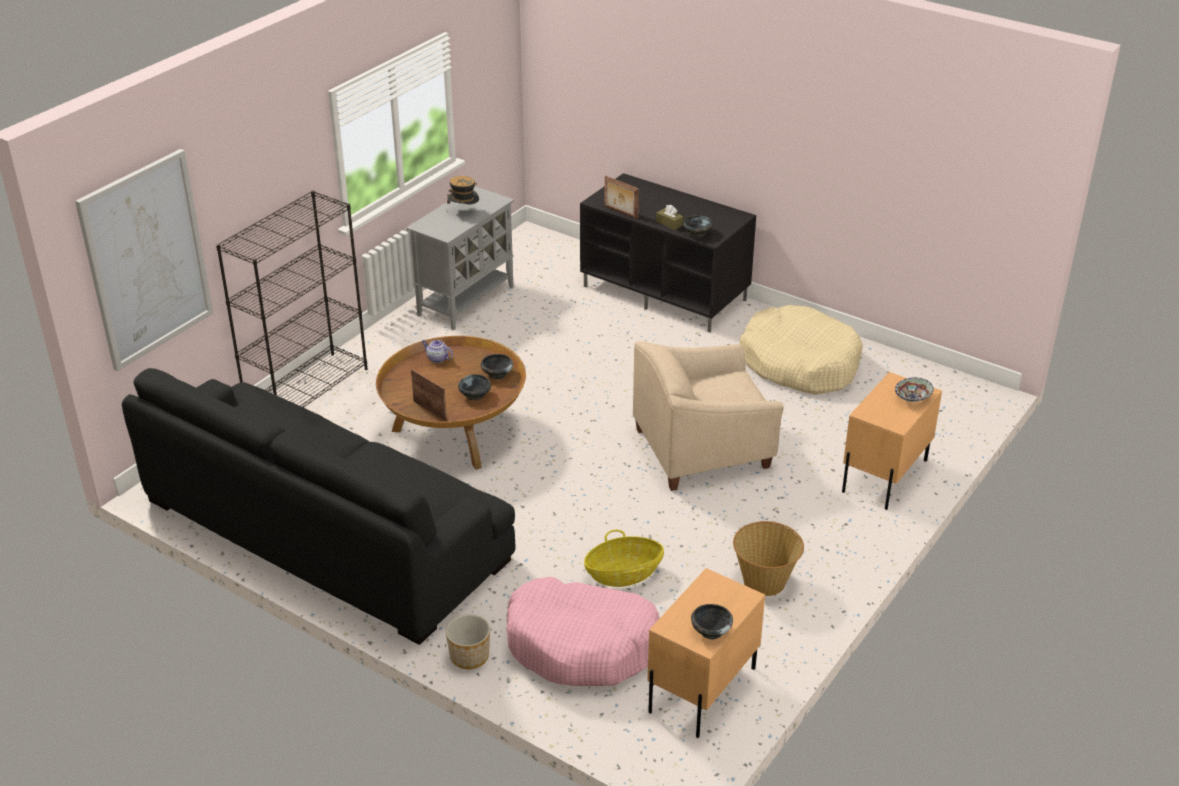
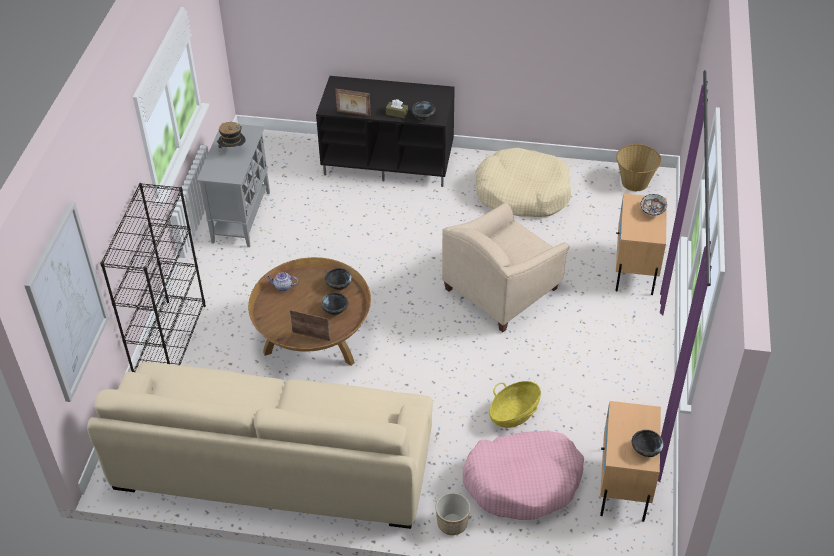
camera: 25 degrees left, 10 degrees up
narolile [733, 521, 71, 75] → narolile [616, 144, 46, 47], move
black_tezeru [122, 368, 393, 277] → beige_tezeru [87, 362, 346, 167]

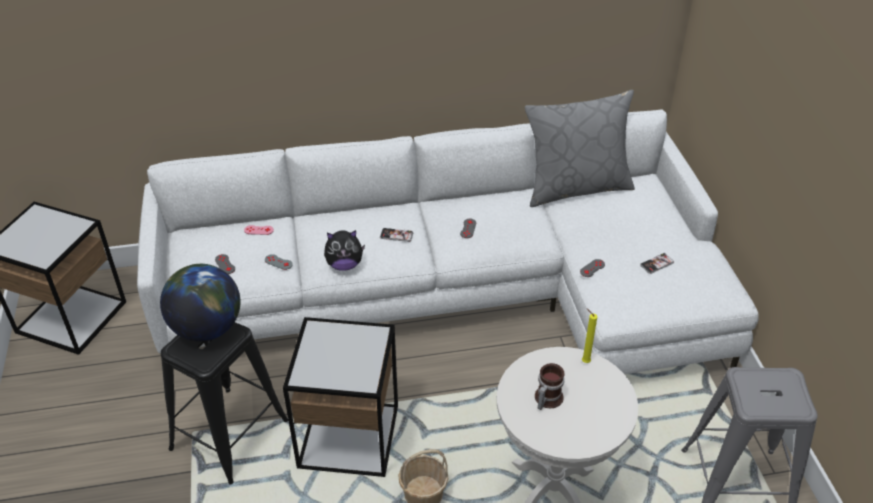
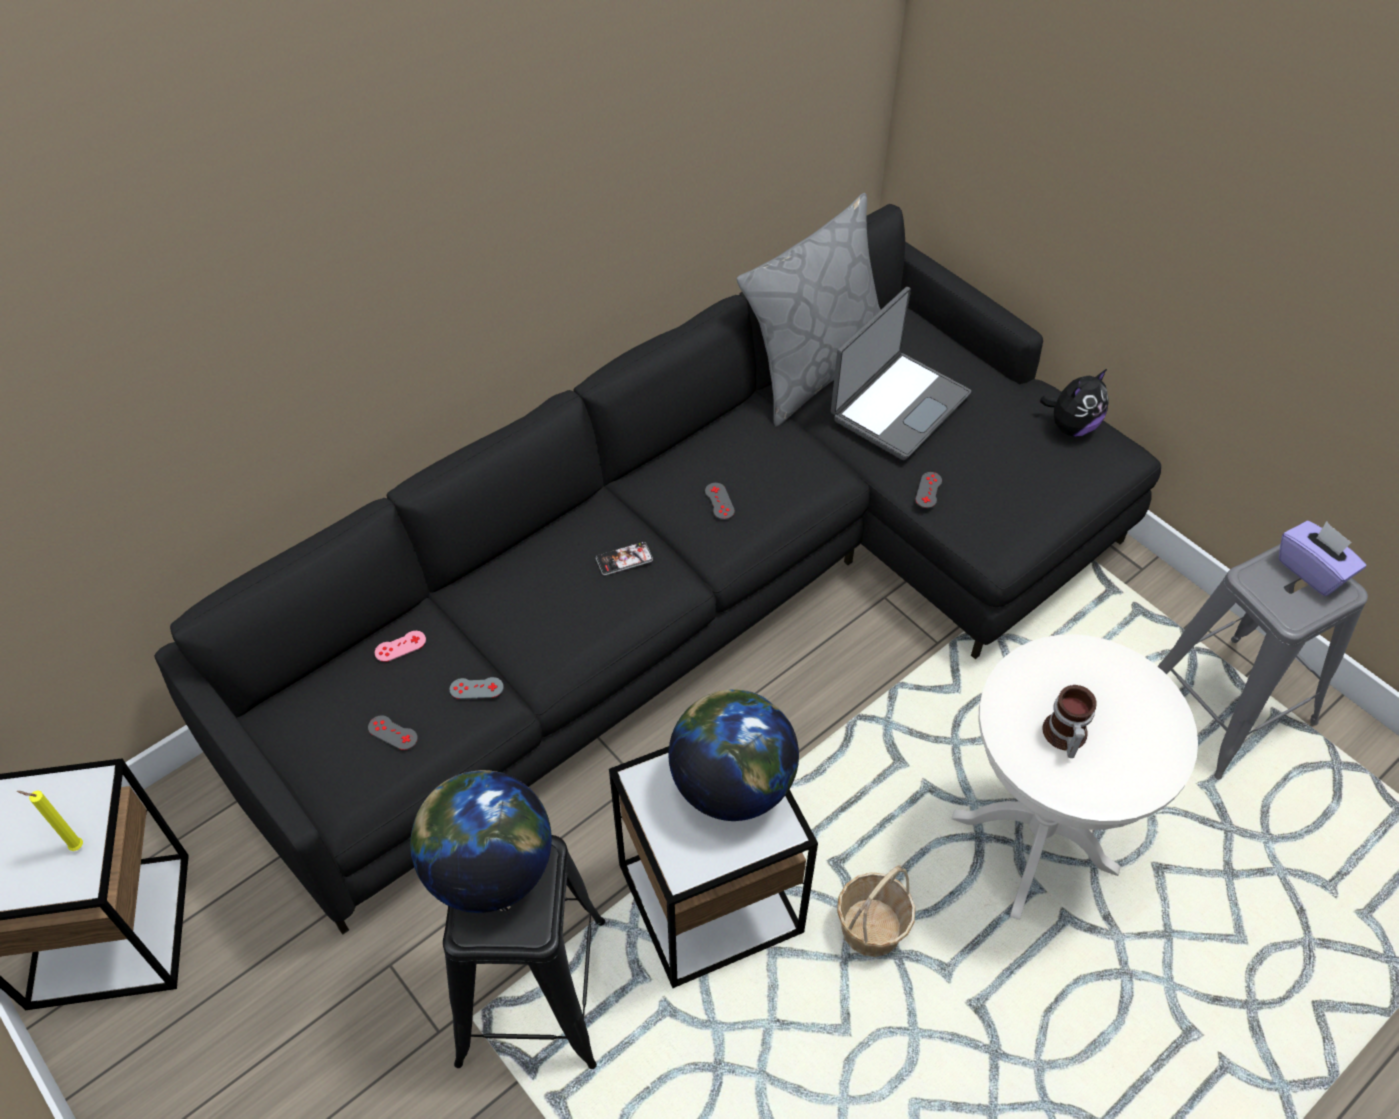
camera: 30 degrees left, 10 degrees up
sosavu [640, 253, 34, 21] → -
- → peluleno [668, 689, 131, 132]
- → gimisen [831, 287, 140, 173]
- → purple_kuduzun [1279, 520, 87, 76]
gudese [324, 230, 41, 41] → gudese [1040, 369, 69, 68], move
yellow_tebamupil [582, 308, 16, 55] → yellow_tebamupil [17, 791, 66, 60], move
white_tezeru [137, 110, 622, 264] → black_tezeru [154, 204, 1007, 730]

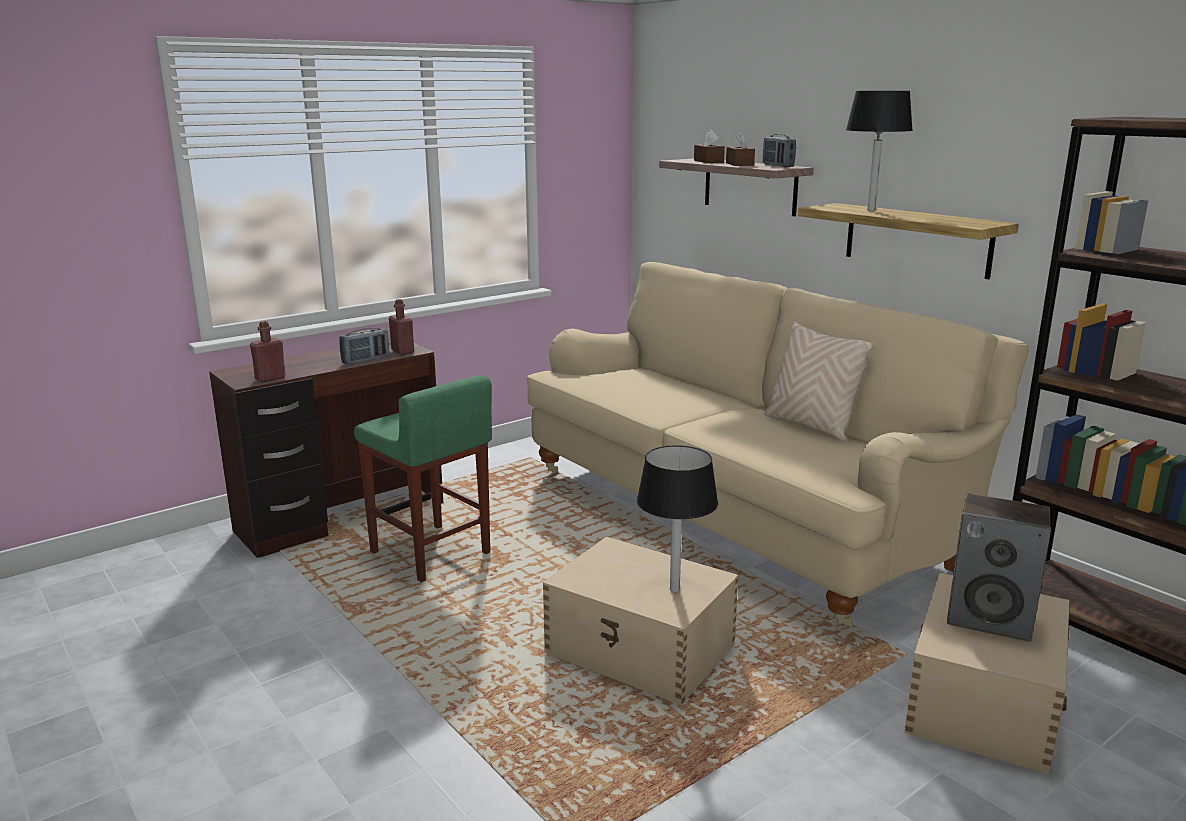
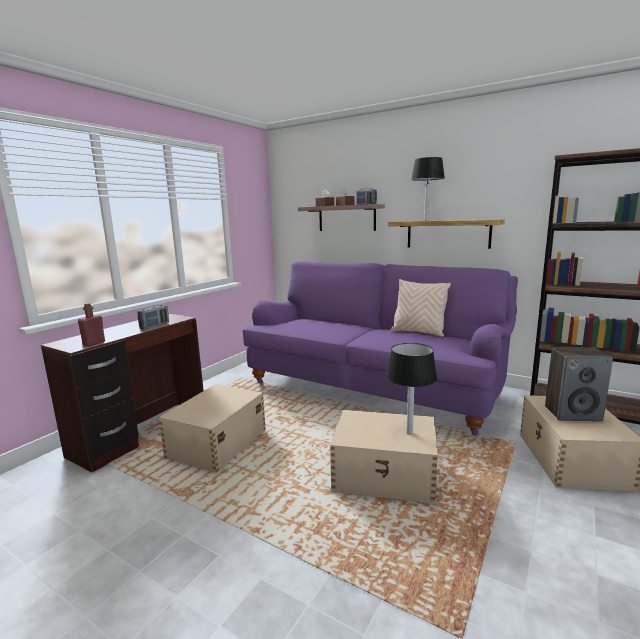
camera: 20 degrees left, 5 degrees down
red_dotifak [389, 299, 25, 56] → -
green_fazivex [354, 375, 138, 207] → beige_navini [159, 384, 107, 89]
beige_tezeru [527, 262, 502, 365] → purple_tezeru [242, 262, 276, 173]

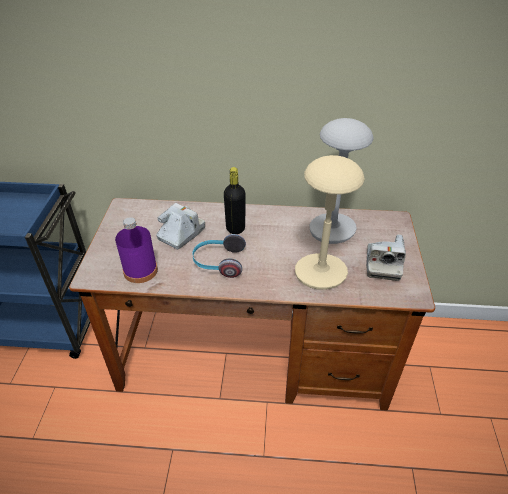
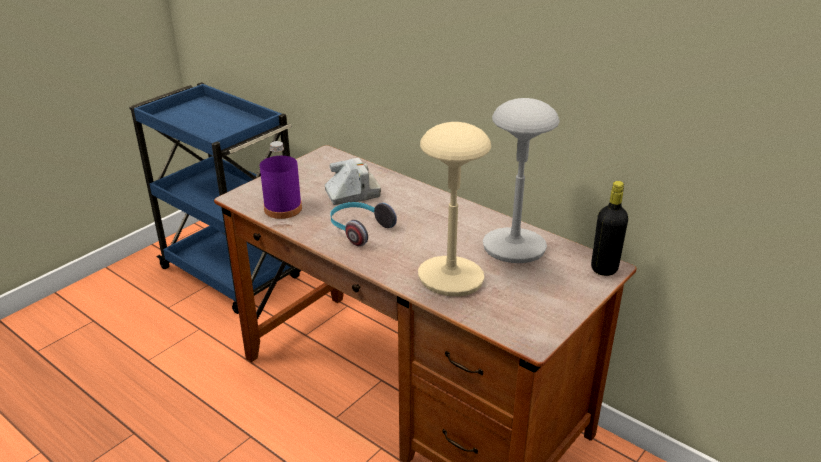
camera: 35 degrees right, 10 degrees down
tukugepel [366, 235, 40, 46] → -
black_dotifak [224, 167, 21, 67] → black_dotifak [591, 181, 37, 95], move

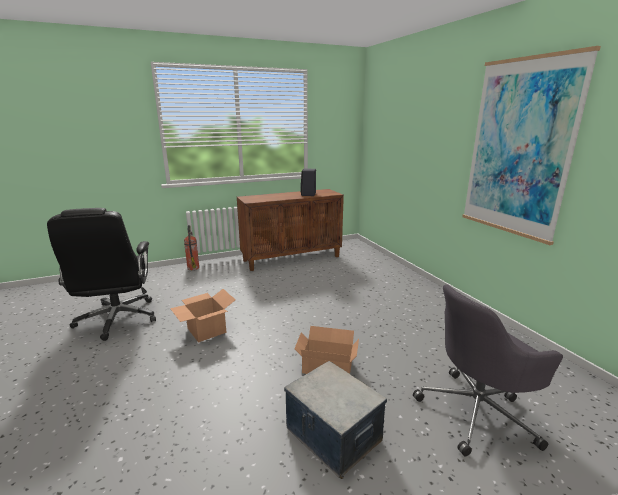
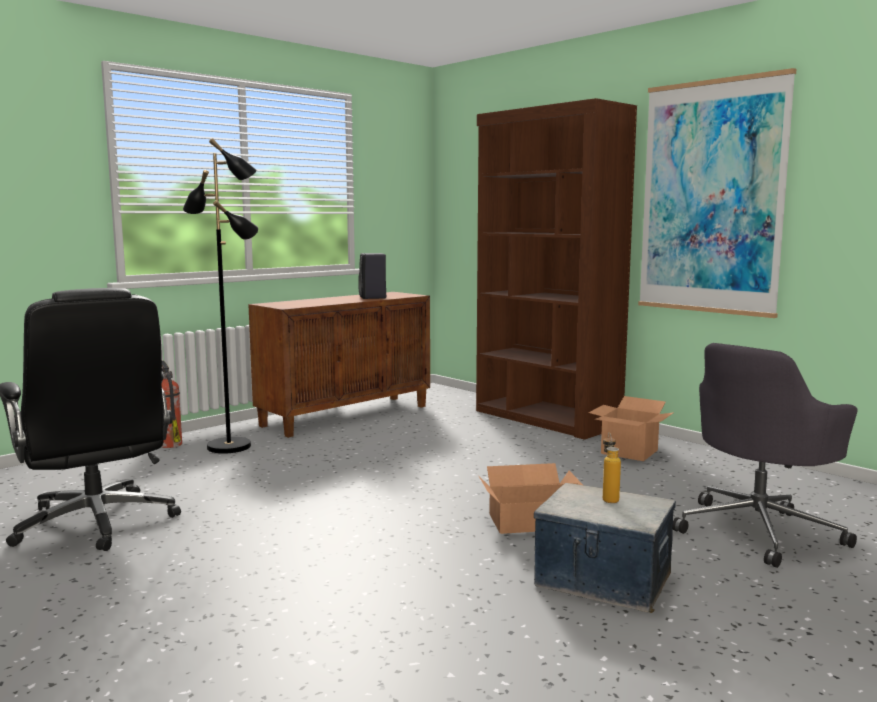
camera: 20 degrees left, 10 degrees down
- → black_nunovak [183, 138, 75, 316]
- → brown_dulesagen [476, 98, 161, 342]
- → dotifak [603, 432, 18, 71]
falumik [170, 289, 66, 54] → falumik [589, 396, 85, 65], move

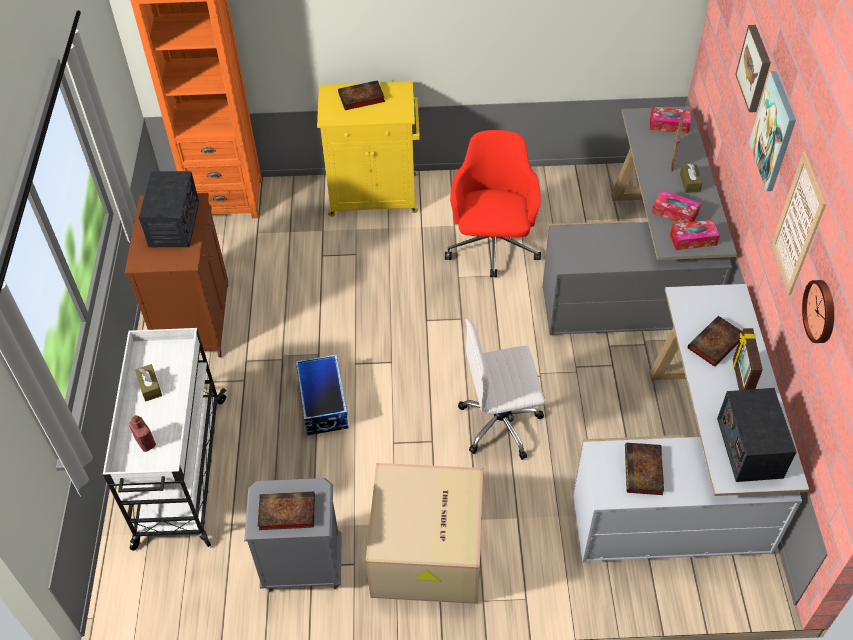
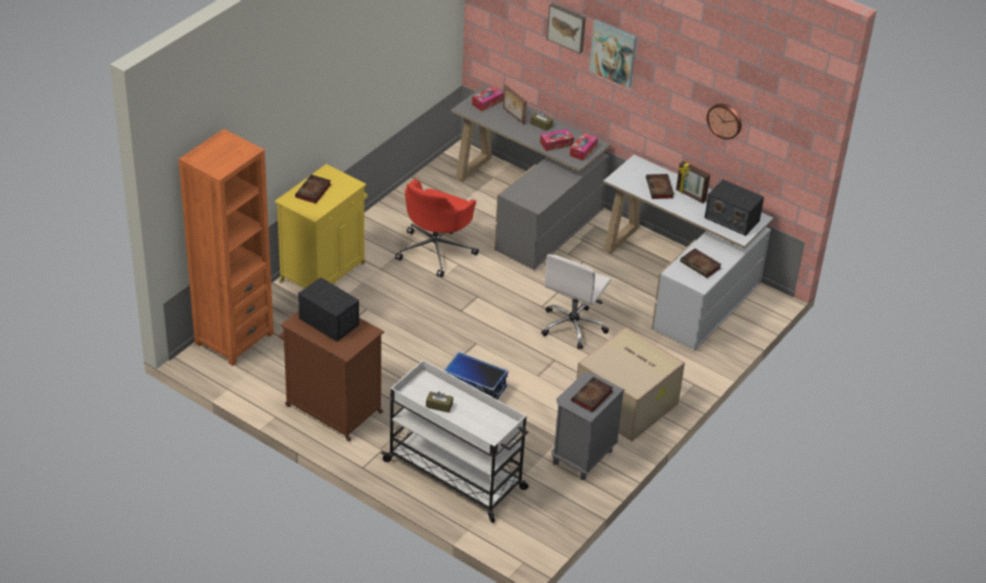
camera: 55 degrees left, 10 degrees down
red_dotifak [129, 415, 27, 37] → -
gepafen [771, 152, 55, 143] → -
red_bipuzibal [445, 130, 96, 148] → red_bipuzibal [395, 179, 84, 98], 105 degrees counterclockwise

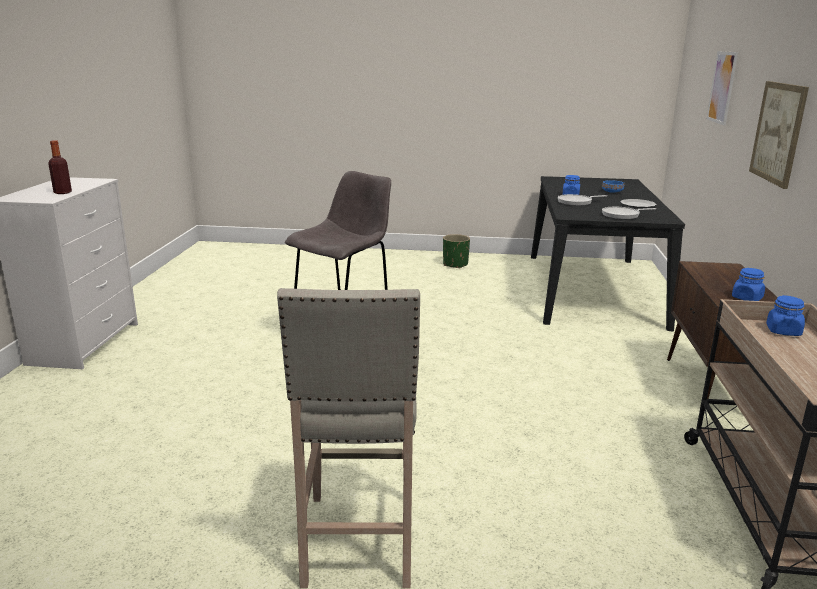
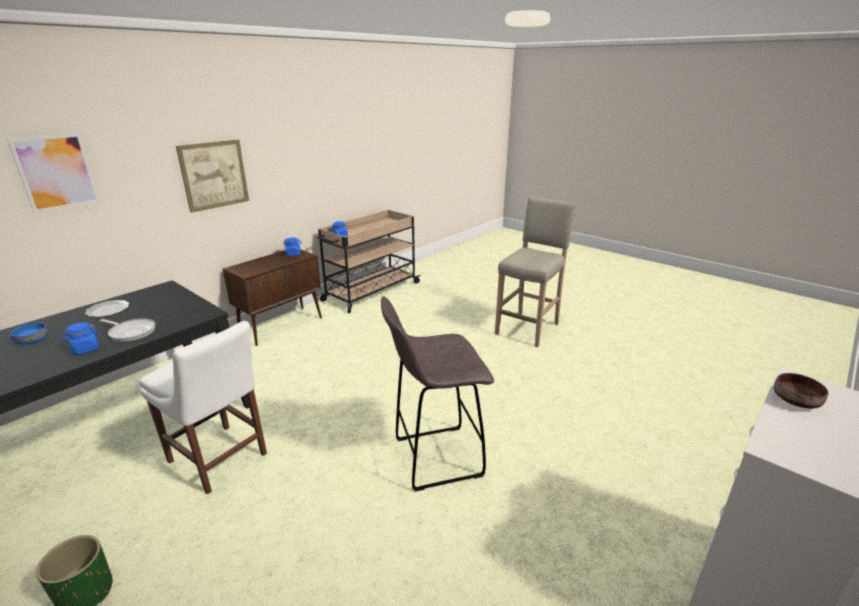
camera: 145 degrees left, 5 degrees up
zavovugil [602, 207, 54, 13] → -
- → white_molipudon [139, 321, 128, 174]
dotifak [48, 140, 24, 54] → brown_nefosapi [773, 373, 56, 36]

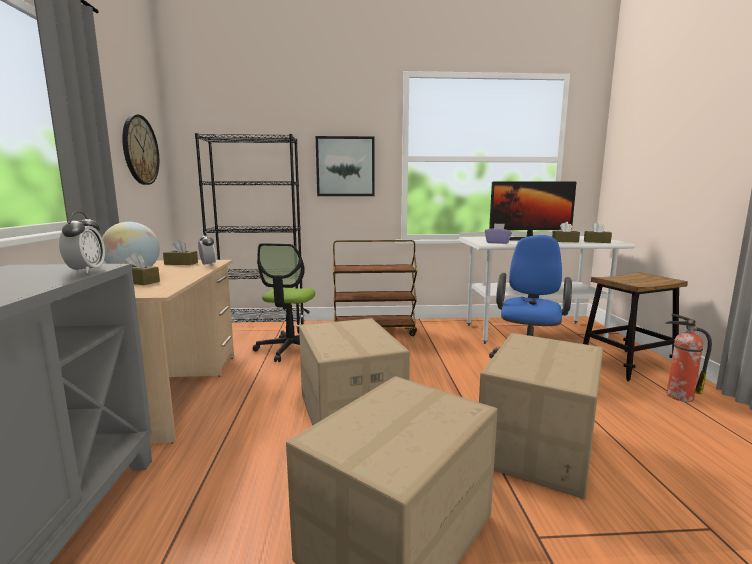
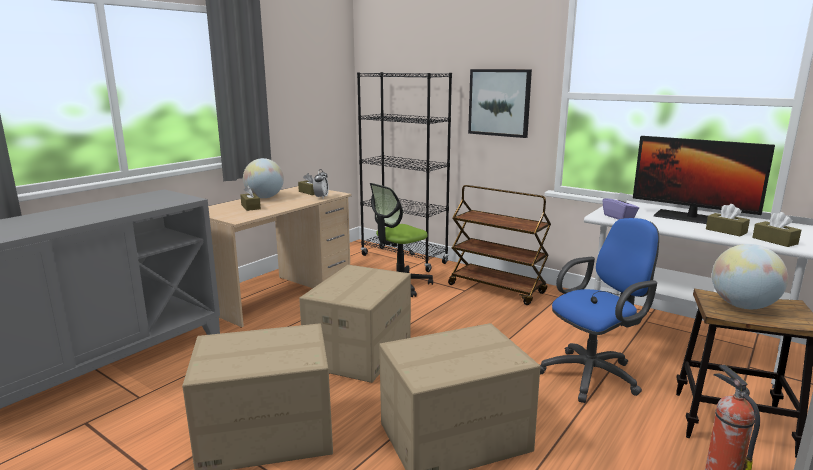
camera: 40 degrees right, 5 degrees up
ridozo [59, 211, 46, 62] → -
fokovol [122, 114, 37, 71] → -
- → peluleno [712, 244, 76, 65]

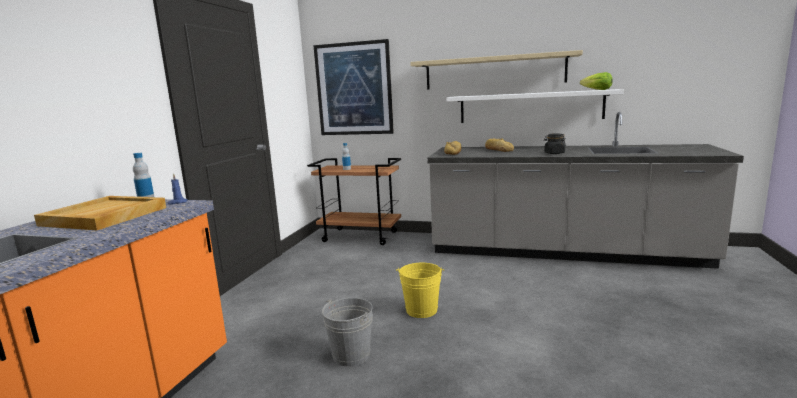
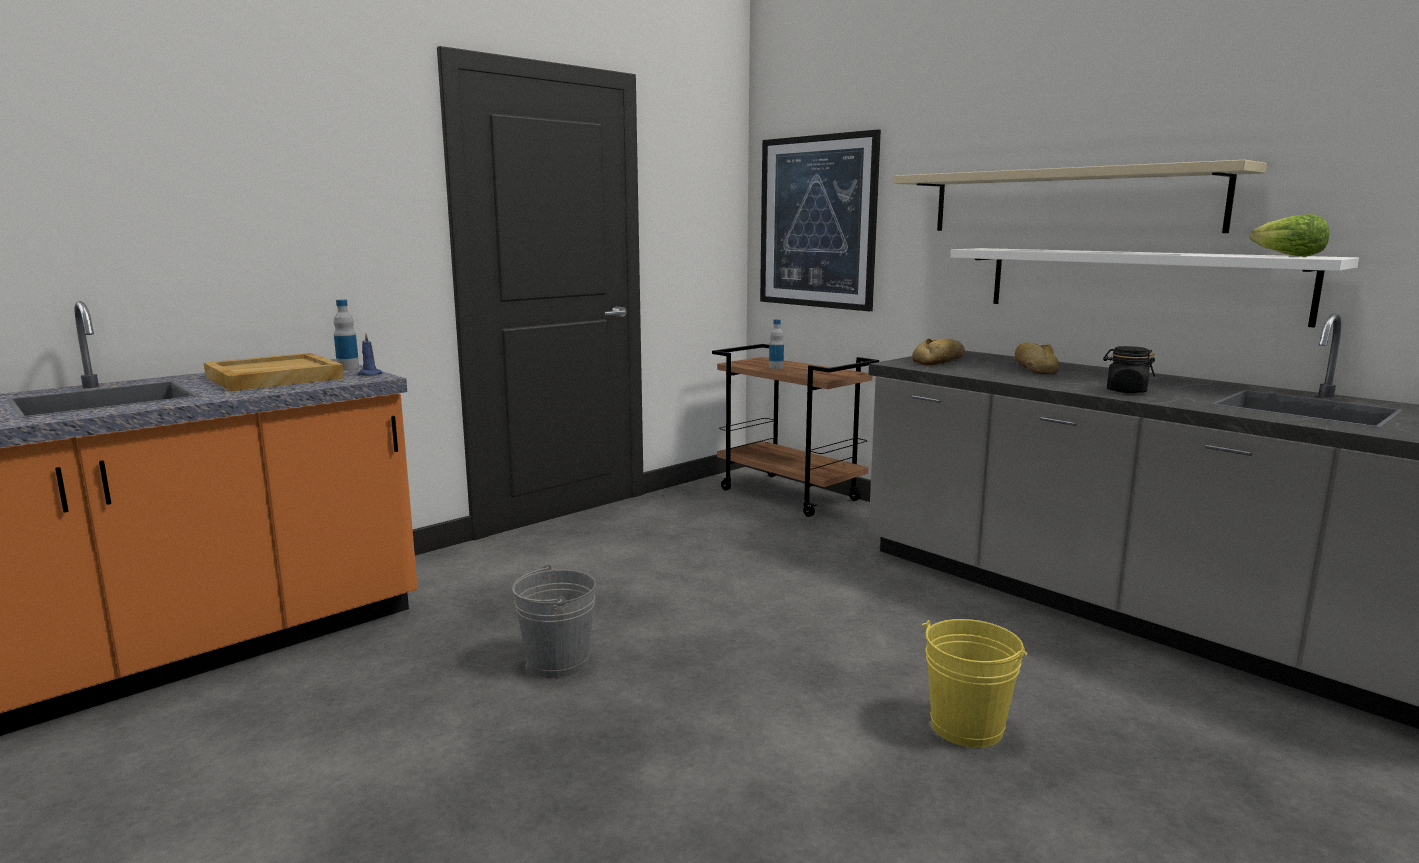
camera: 30 degrees right, 0 degrees up
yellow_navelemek [396, 263, 48, 55] → yellow_navelemek [921, 619, 106, 129], move

